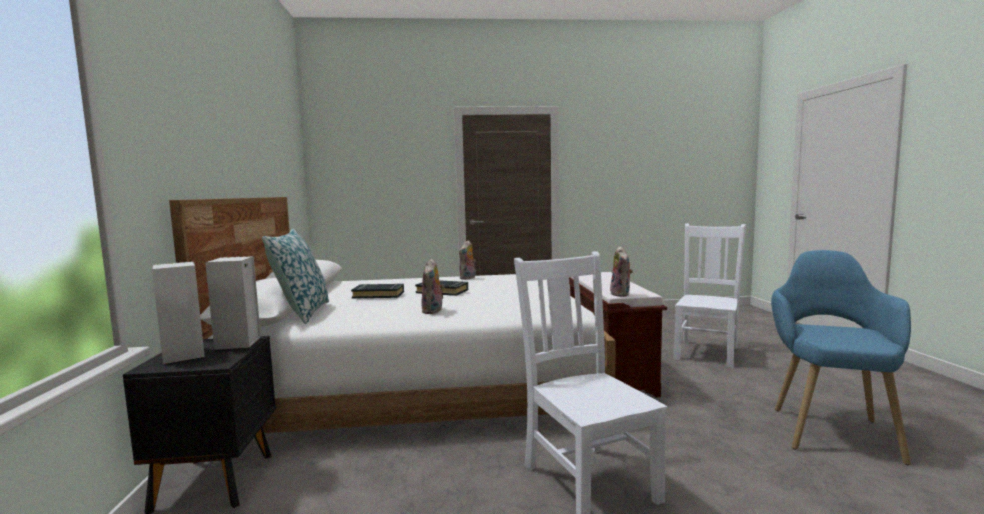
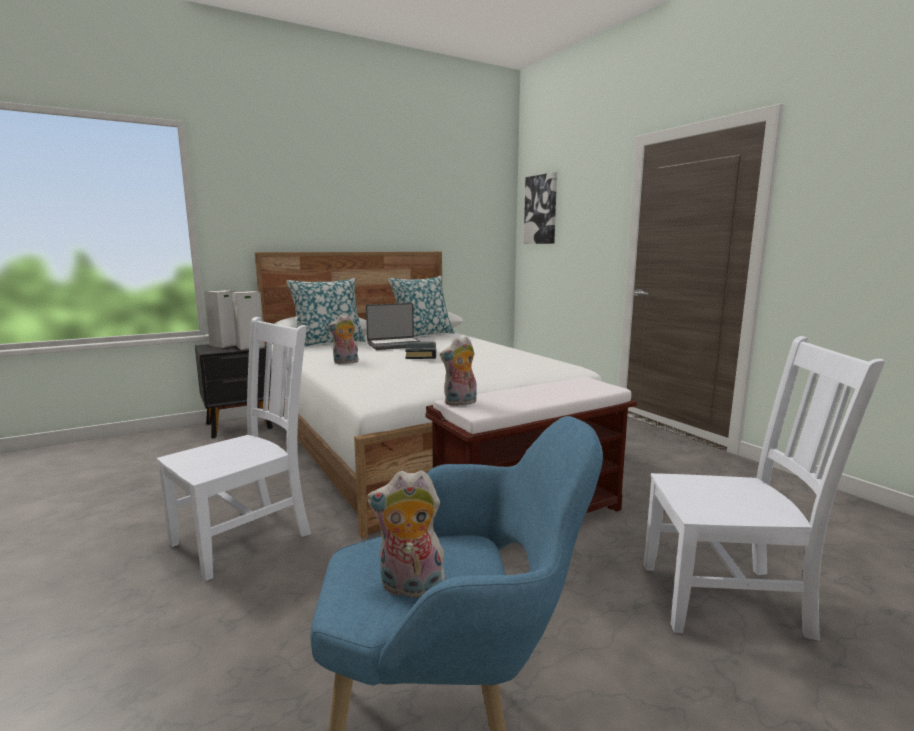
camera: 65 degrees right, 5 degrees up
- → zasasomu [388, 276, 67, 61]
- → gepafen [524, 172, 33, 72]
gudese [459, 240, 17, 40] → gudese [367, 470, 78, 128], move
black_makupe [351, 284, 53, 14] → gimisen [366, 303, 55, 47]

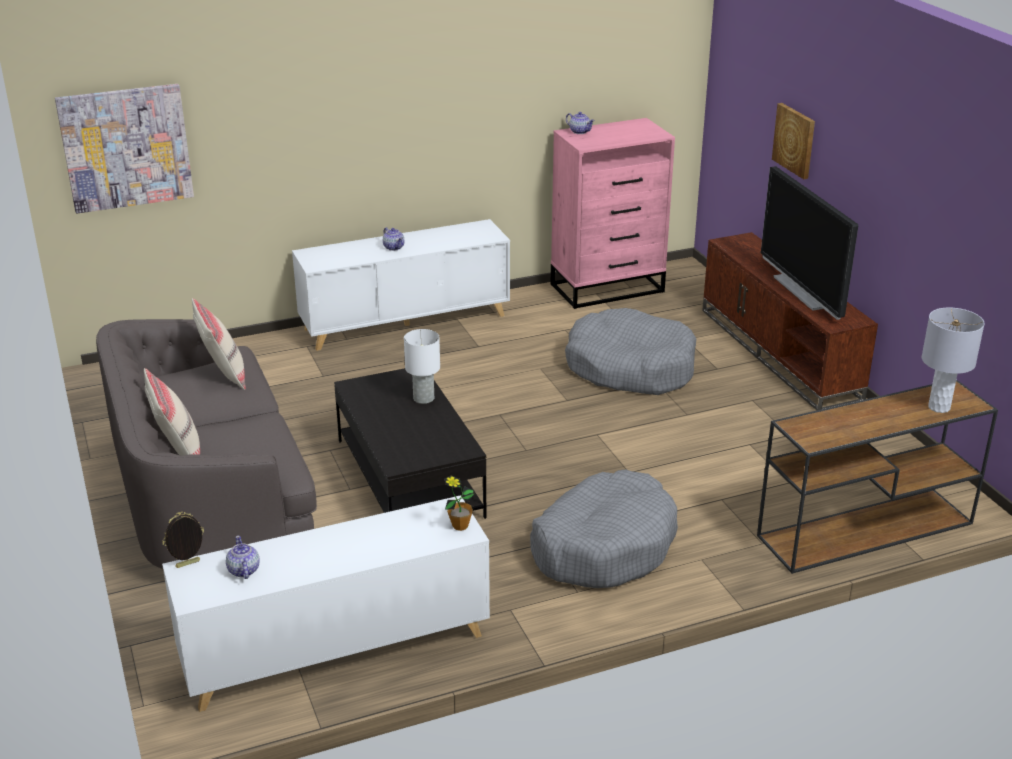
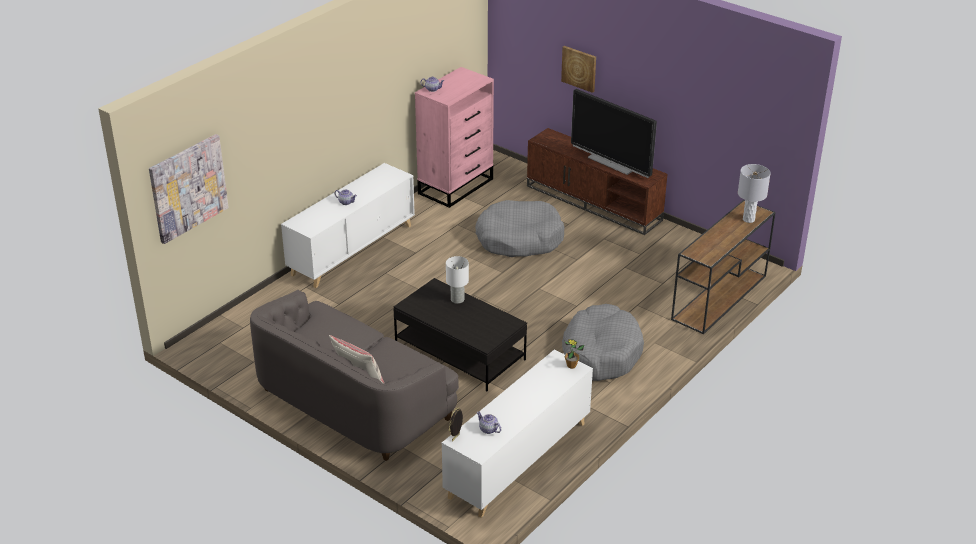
camera: 30 degrees left, 5 degrees up
beige_zasasomu [192, 298, 54, 92] → -

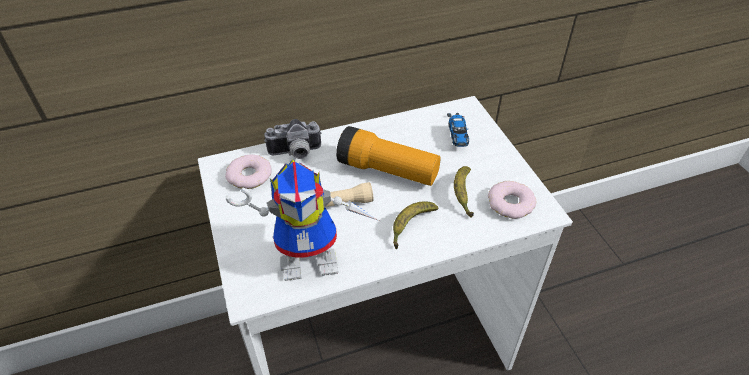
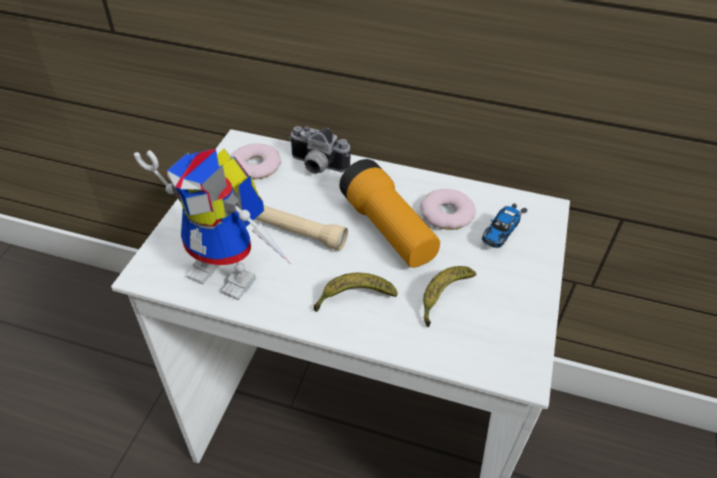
camera: 35 degrees right, 0 degrees up
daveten [488, 181, 48, 38] → daveten [420, 189, 56, 41], move

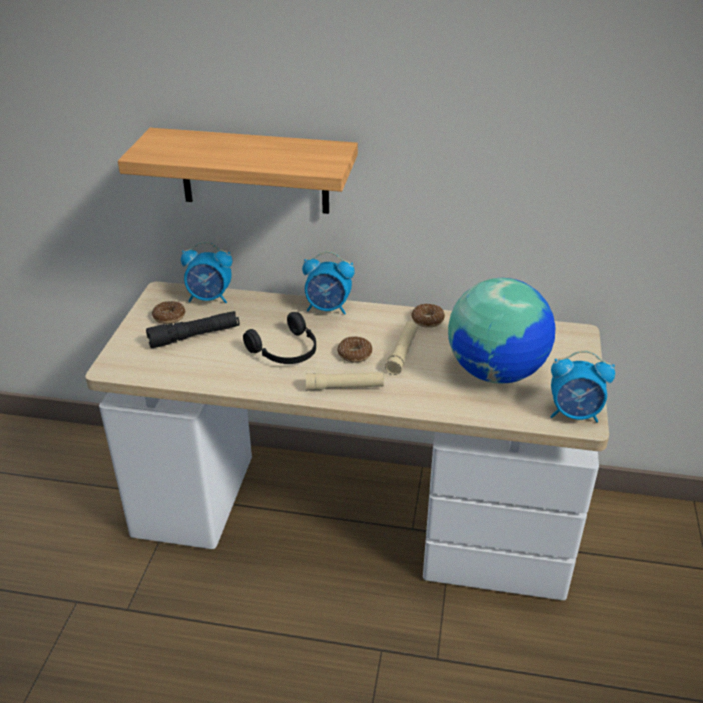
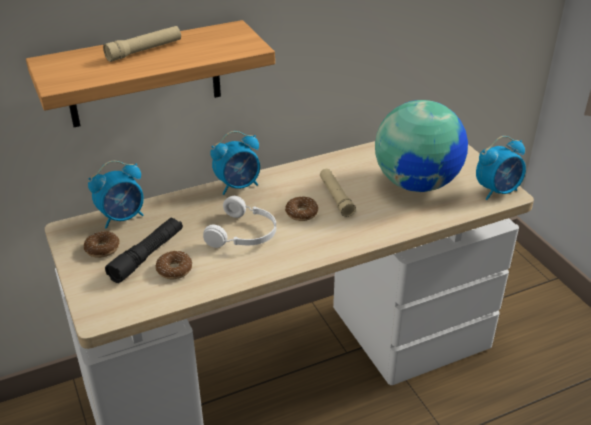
camera: 35 degrees left, 0 degrees up
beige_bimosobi [306, 373, 78, 18] → beige_bimosobi [103, 26, 78, 36], move
daveten [411, 304, 34, 24] → daveten [156, 251, 36, 28], move
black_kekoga [243, 312, 73, 52] → white_kekoga [203, 196, 73, 52]

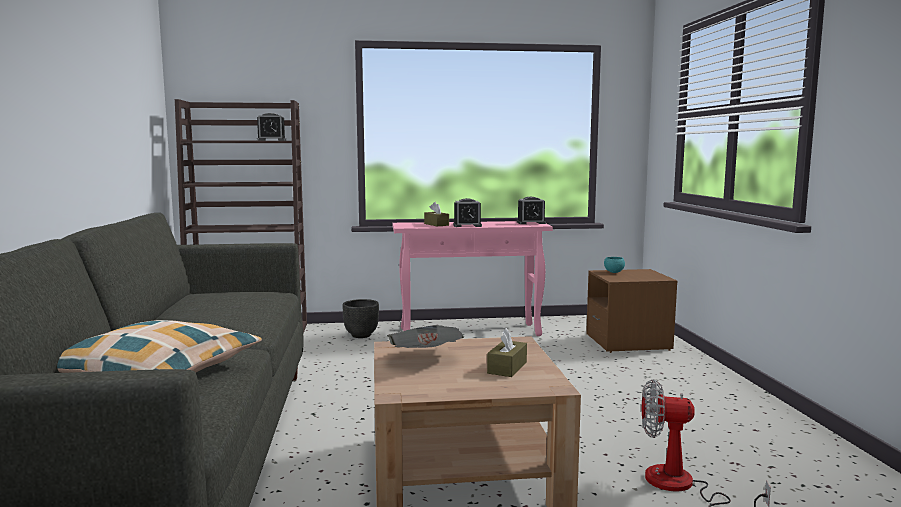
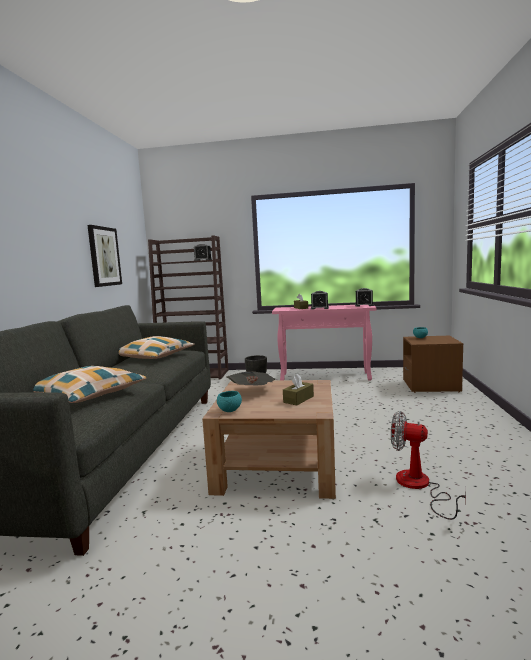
camera: 15 degrees right, 0 degrees up
- → gepafen [88, 225, 34, 62]
- → zasasomu [119, 336, 76, 23]
- → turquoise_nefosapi [217, 391, 25, 21]

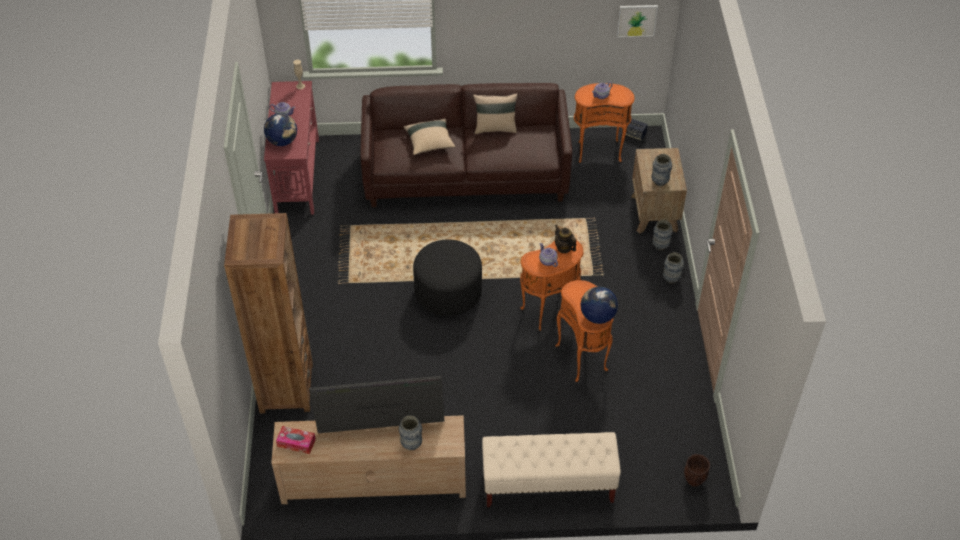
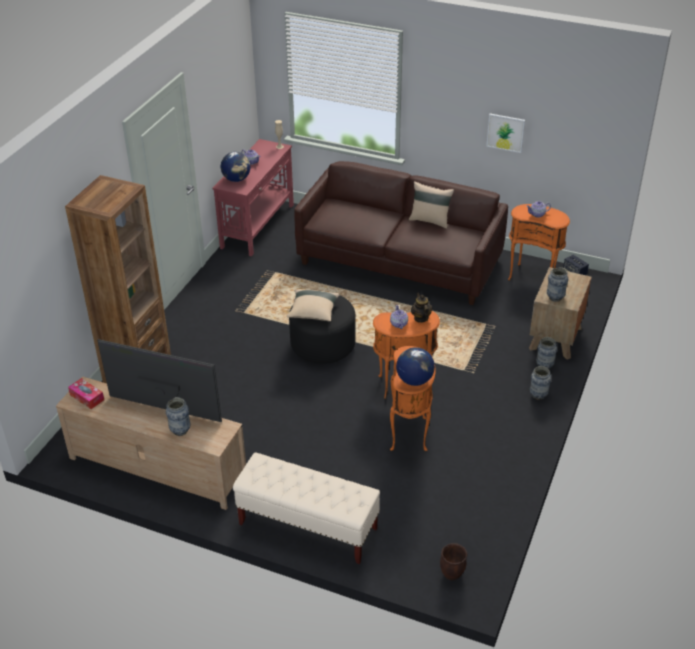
camera: 25 degrees right, 10 degrees down
beige_zasasomu [403, 119, 52, 36] → beige_zasasomu [287, 289, 52, 33], move
gepafen [617, 5, 41, 32] → gepafen [486, 114, 39, 39], move

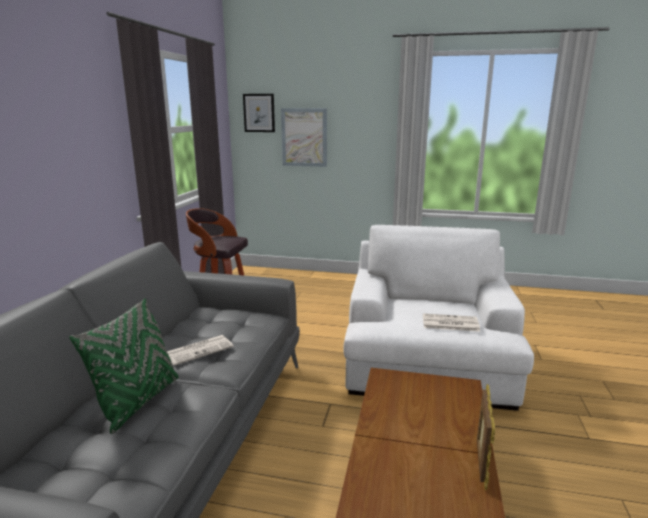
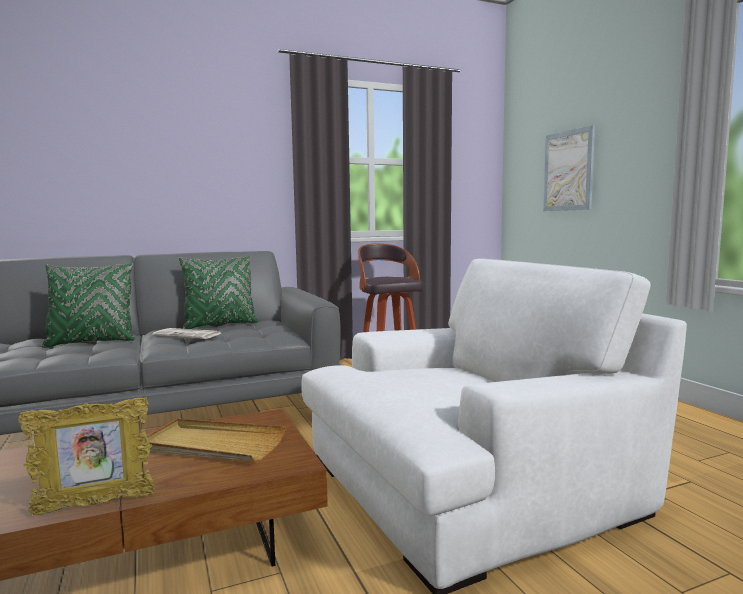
camera: 55 degrees right, 10 degrees down
gepafen [243, 94, 32, 38] → -
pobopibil [423, 313, 57, 19] → -
- → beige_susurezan [141, 419, 145, 42]
- → green_zasasomu [179, 256, 79, 73]

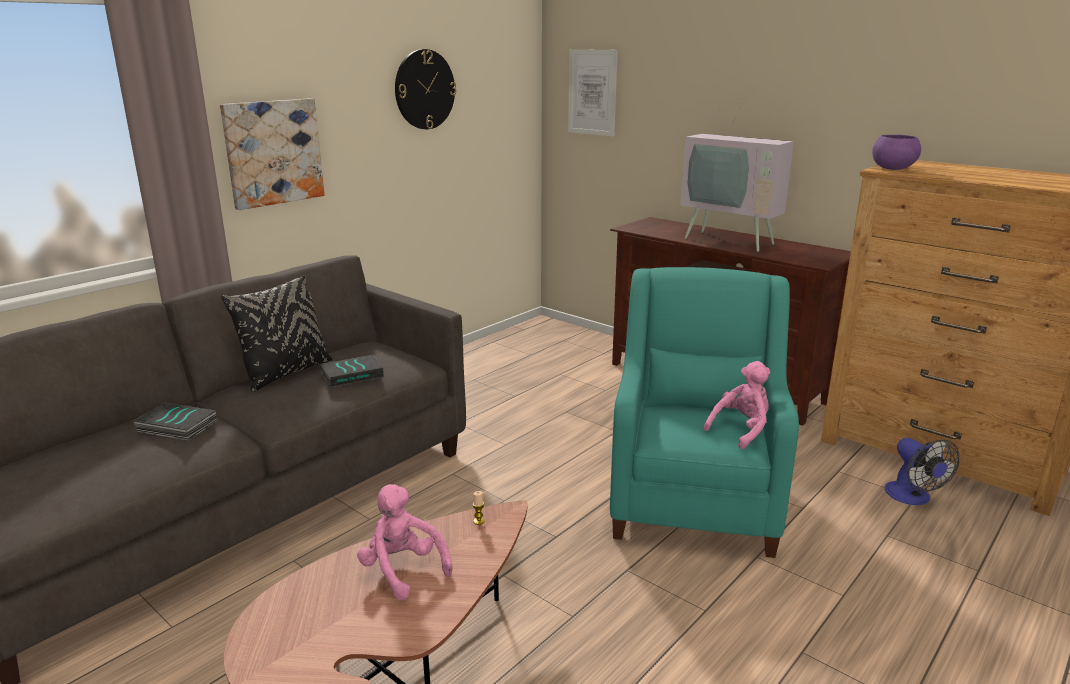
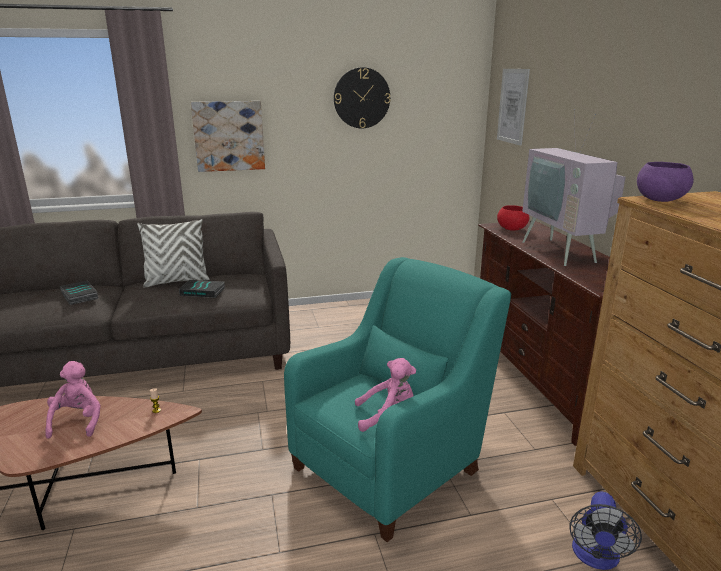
camera: 35 degrees right, 0 degrees up
- → red_nefosapi [497, 205, 32, 26]
black_zasasomu [221, 275, 111, 117] → white_zasasomu [137, 219, 73, 69]

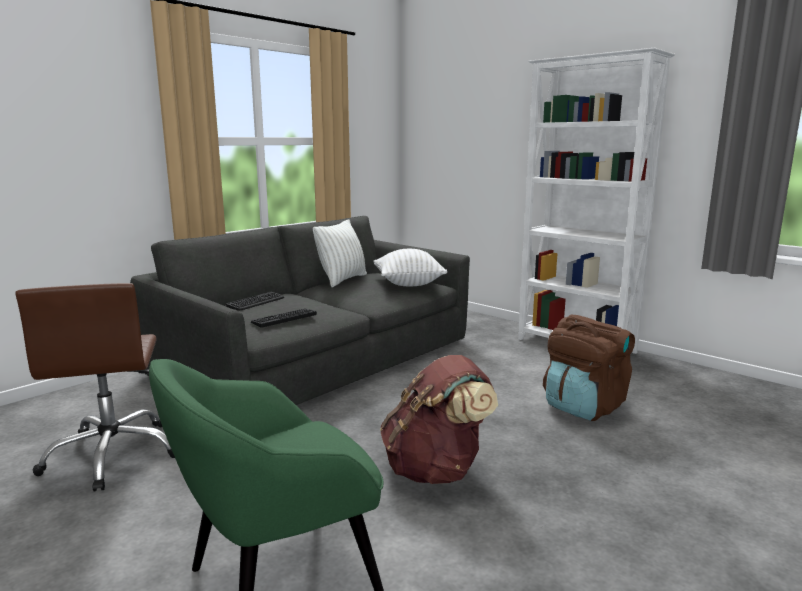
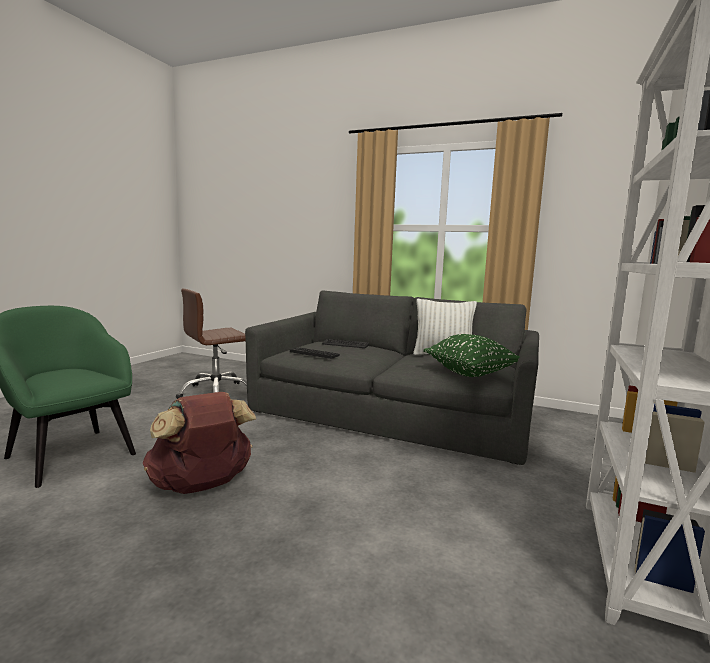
camera: 70 degrees right, 5 degrees down
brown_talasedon [543, 315, 92, 106] → -
white_zasasomu [373, 249, 74, 37] → green_zasasomu [423, 334, 97, 43]

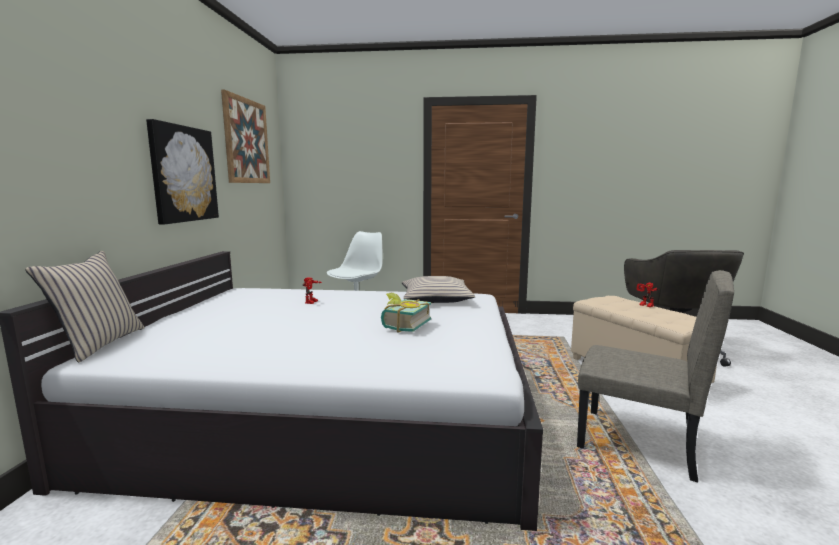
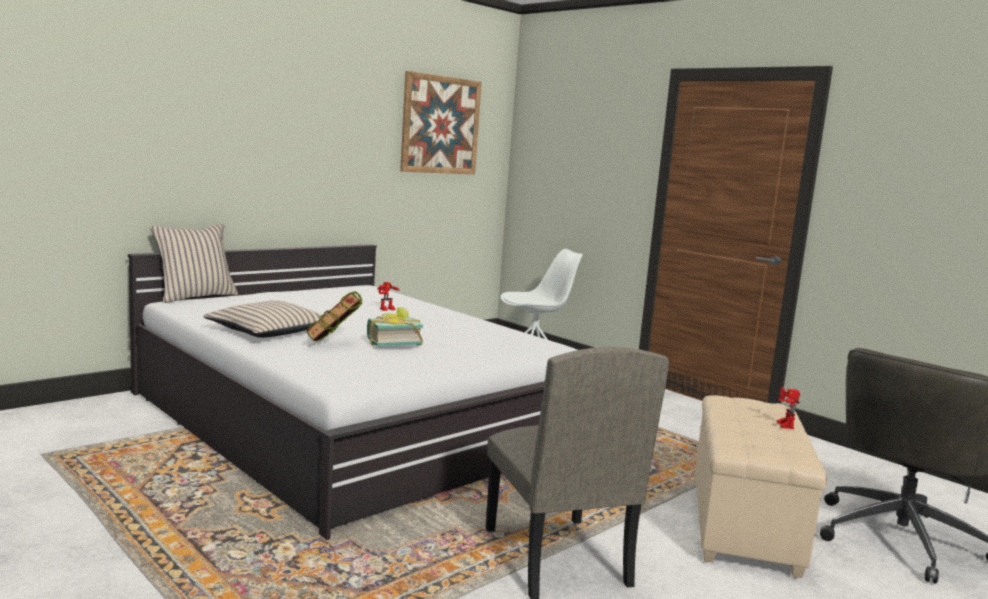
camera: 40 degrees right, 0 degrees up
gepafen [146, 119, 73, 106] → -
- → makupe [306, 291, 56, 50]
beige_zasasomu [402, 276, 73, 27] → beige_zasasomu [203, 301, 120, 37], move

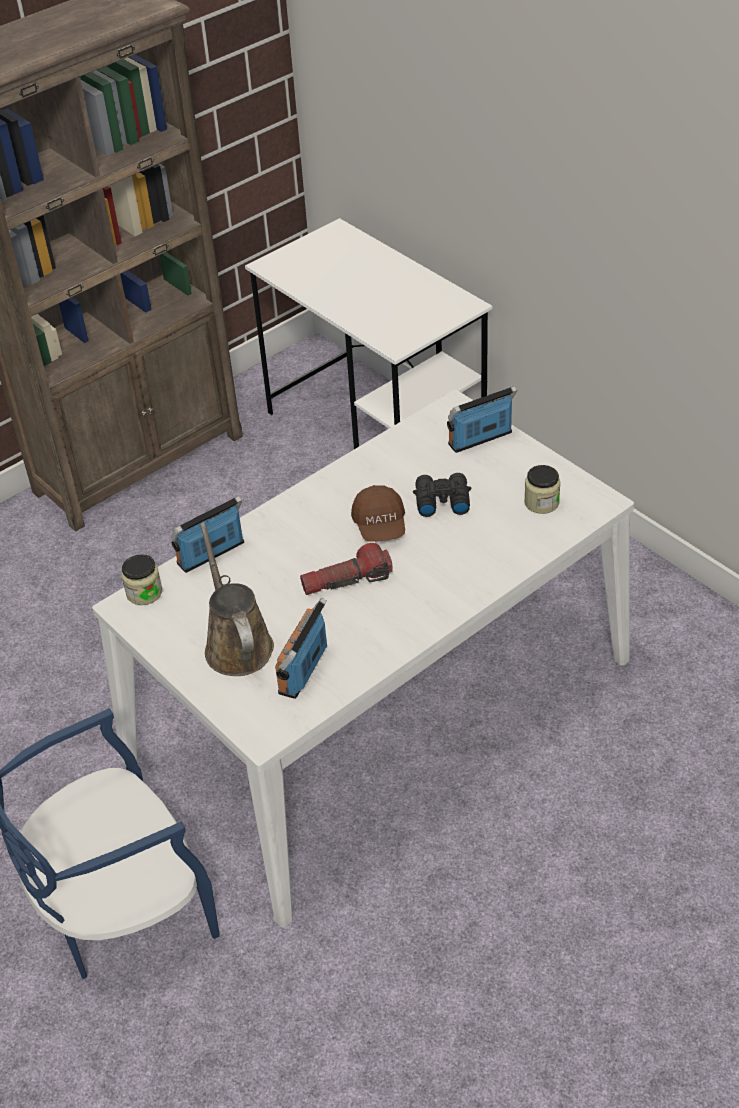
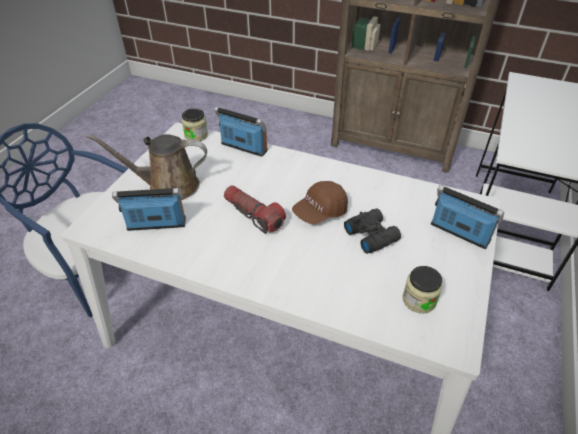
camera: 60 degrees right, 0 degrees up
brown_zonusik [200, 522, 74, 154] → brown_zonusik [86, 134, 121, 66], 135 degrees counterclockwise

